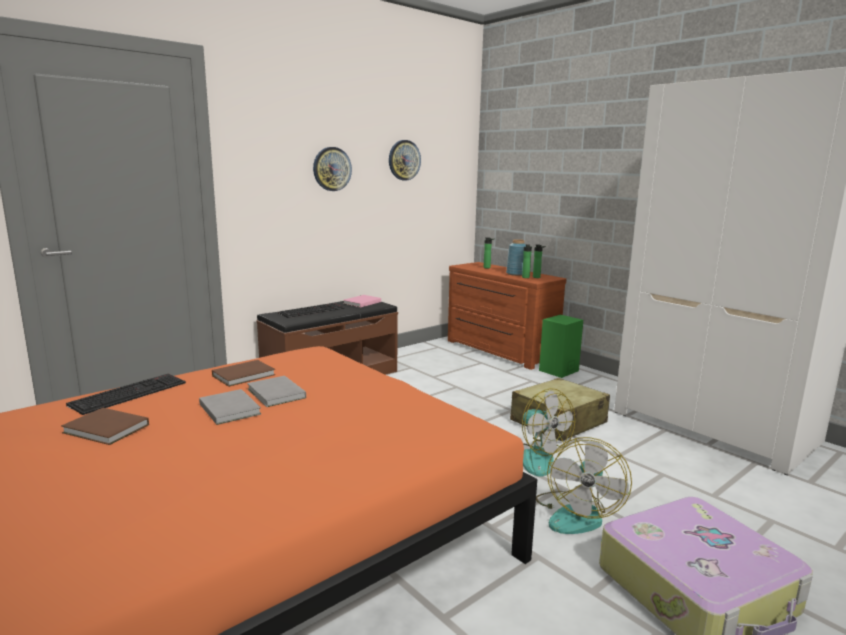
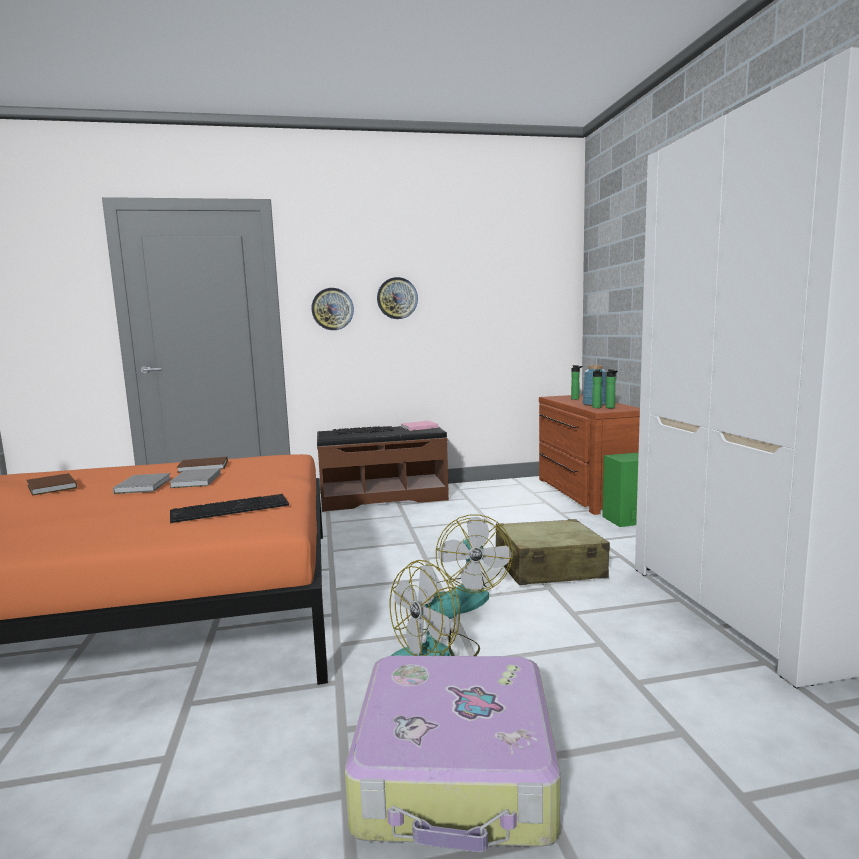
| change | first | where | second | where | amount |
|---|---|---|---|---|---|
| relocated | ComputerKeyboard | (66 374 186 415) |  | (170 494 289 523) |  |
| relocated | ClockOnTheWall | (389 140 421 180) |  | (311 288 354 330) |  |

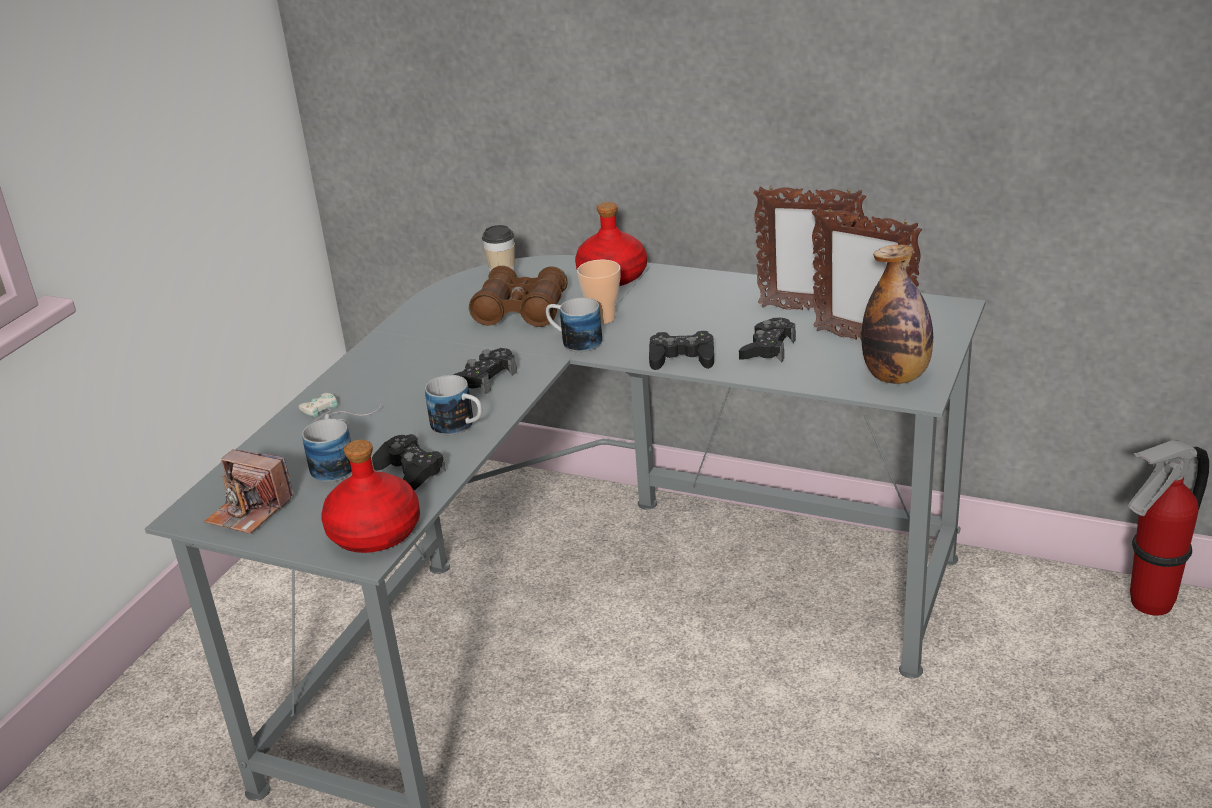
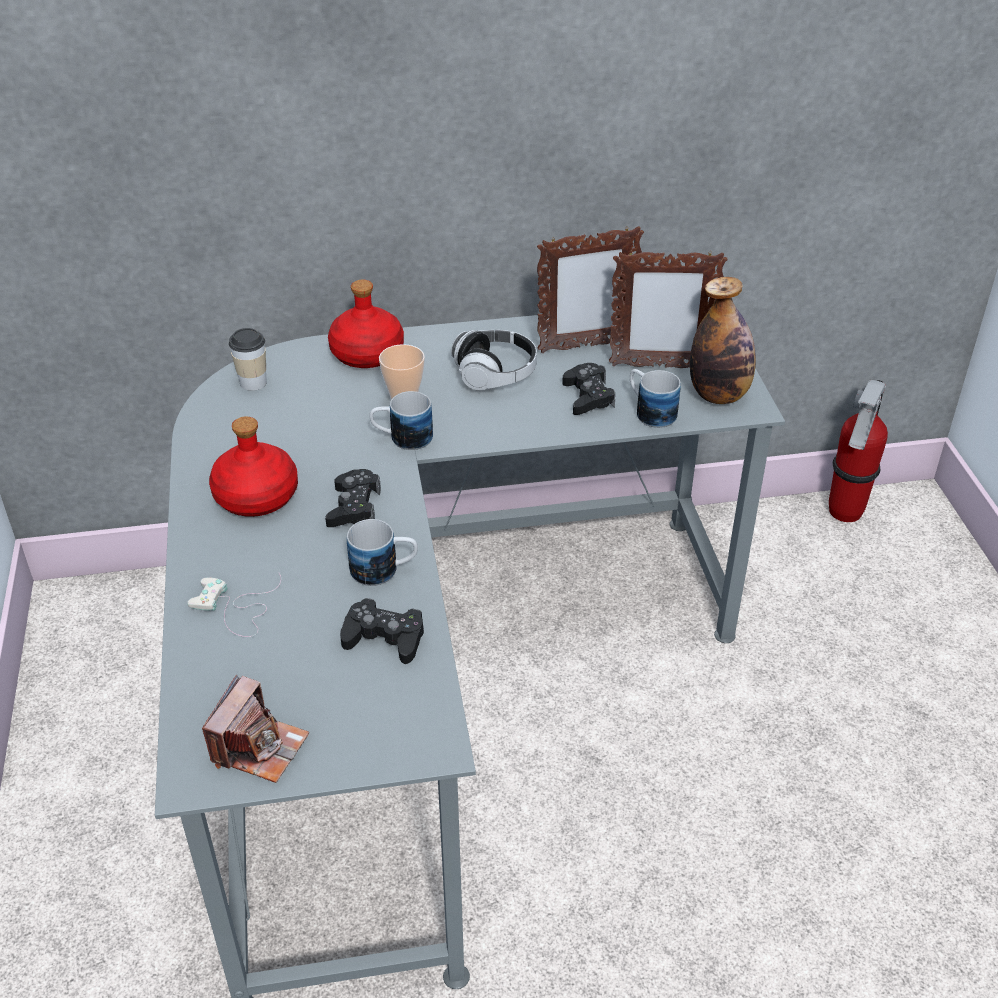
| change | first | where | second | where | amount |
|---|---|---|---|---|---|
| spun | PhotoCamera | (204 450 294 534) |  | (202 675 309 783) | 60 degrees counterclockwise |
| relocated | CoffeeMug | (302 414 352 482) |  | (630 369 681 428) |  |
| relocated | ReddishDrinkBottle | (321 440 420 553) |  | (209 417 298 517) |  |
| missing | BrownishBinoculars | (469 266 568 327) |  |  |  |
| missing | BlackGamepad | (649 331 714 370) |  |  |  |
| appeared |  |  | Headphones | (451 330 537 390) |  |

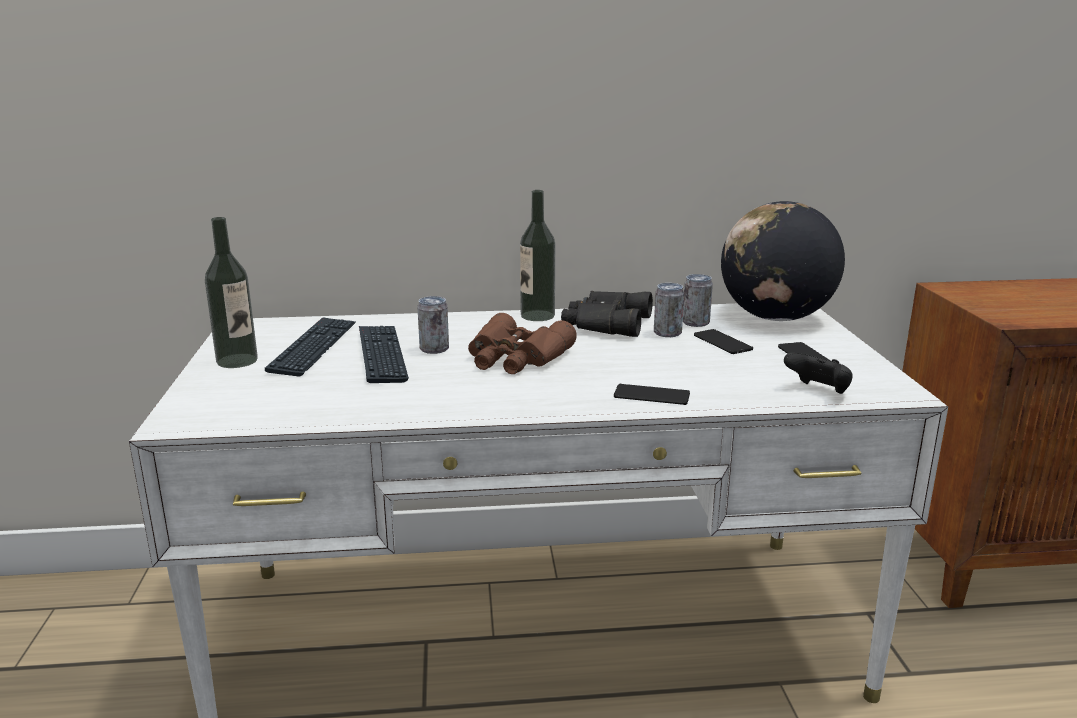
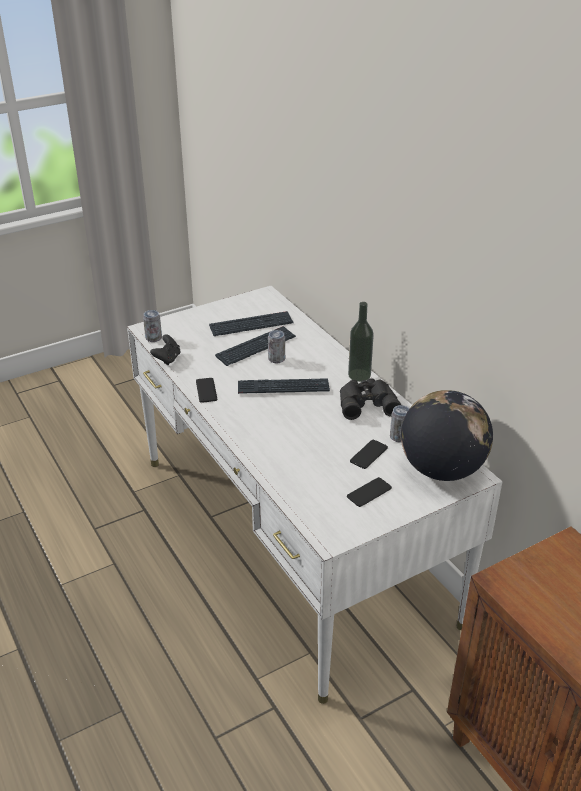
| change | first | where | second | where | amount |
|---|---|---|---|---|---|
| missing | DrinkBottle | (205 217 258 368) |  |  |  |
| exchanged | BrownishBinoculars | (468 313 576 374) | ComputerKeyboard | (238 378 330 394) |  |
| relocated | Telephone | (614 384 690 405) |  | (196 378 217 403) |  |
| relocated | SealedCan | (654 283 684 337) |  | (143 310 162 342) |  |
| relocated | BlackGamepad | (784 353 853 394) |  | (150 334 181 365) |  |

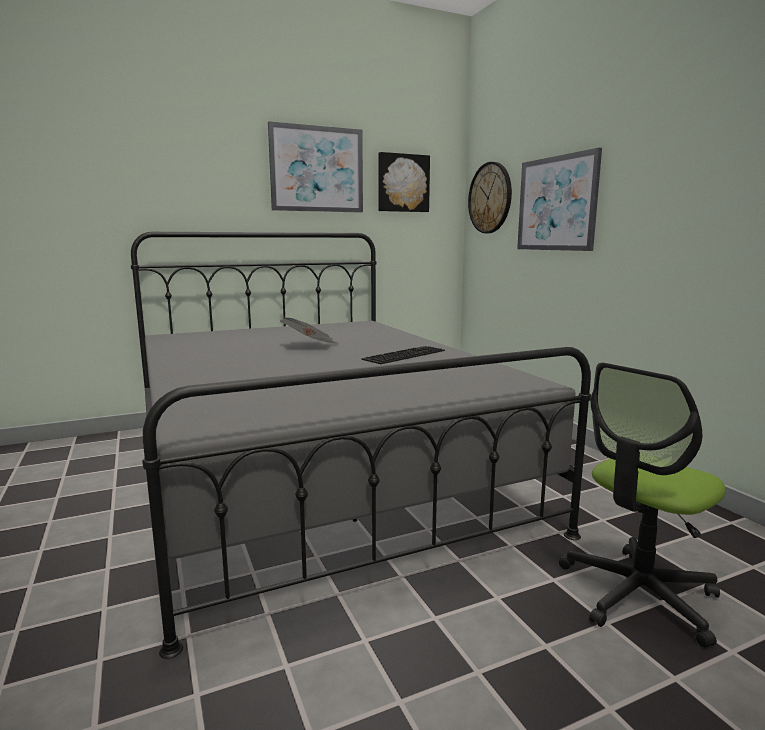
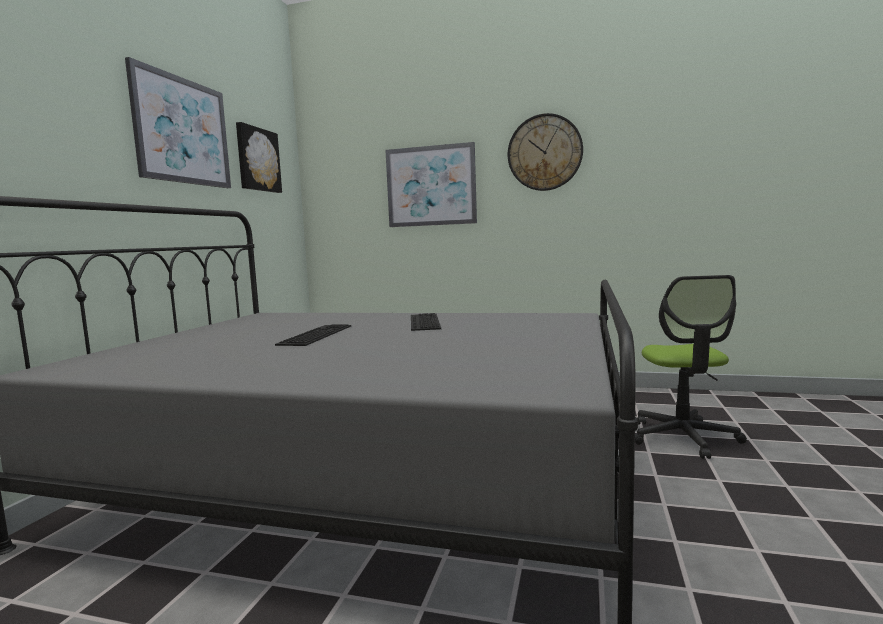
| change | first | where | second | where | amount |
|---|---|---|---|---|---|
| exchanged | DailyPaper | (280 318 338 344) | ComputerKeyboard | (275 324 351 346) |  |
| relocated | ClockOnTheWall | (468 162 512 233) |  | (508 113 583 191) |  |

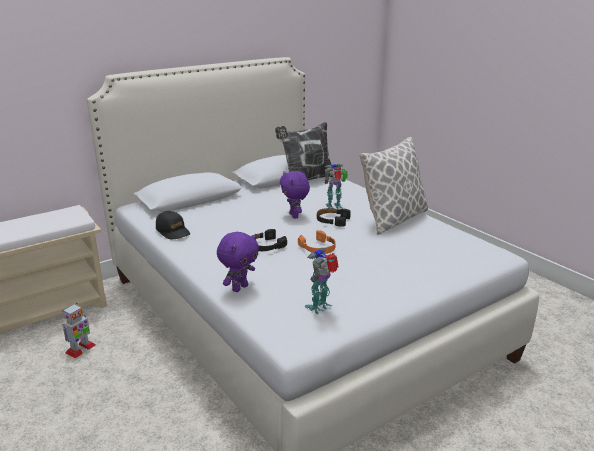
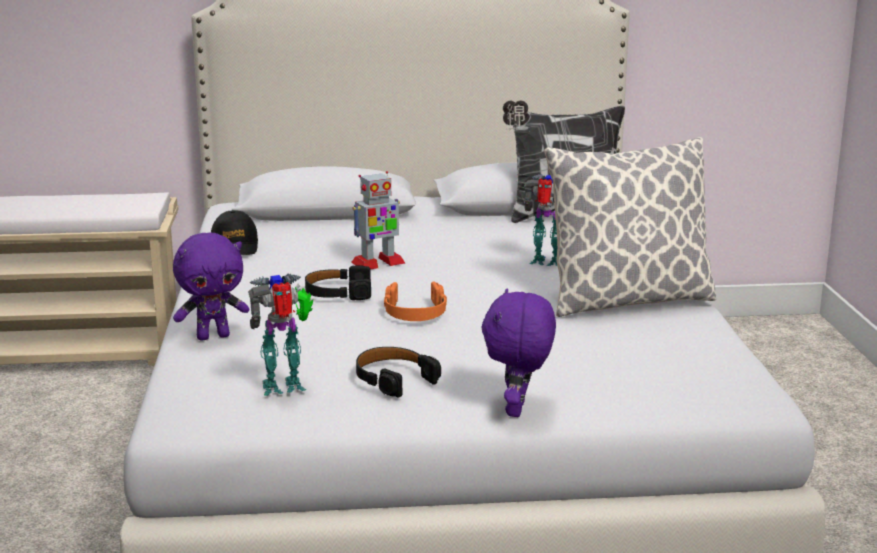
| change | first | where | second | where | amount |
|---|---|---|---|---|---|
| relocated | RobotFigure | (62 303 95 358) |  | (351 171 405 269) |  |
| relocated | PurpleSoftToy | (280 171 310 219) |  | (482 289 556 417) |  |
| relocated | BlackHeadphones | (317 208 351 227) |  | (356 347 441 397) |  |

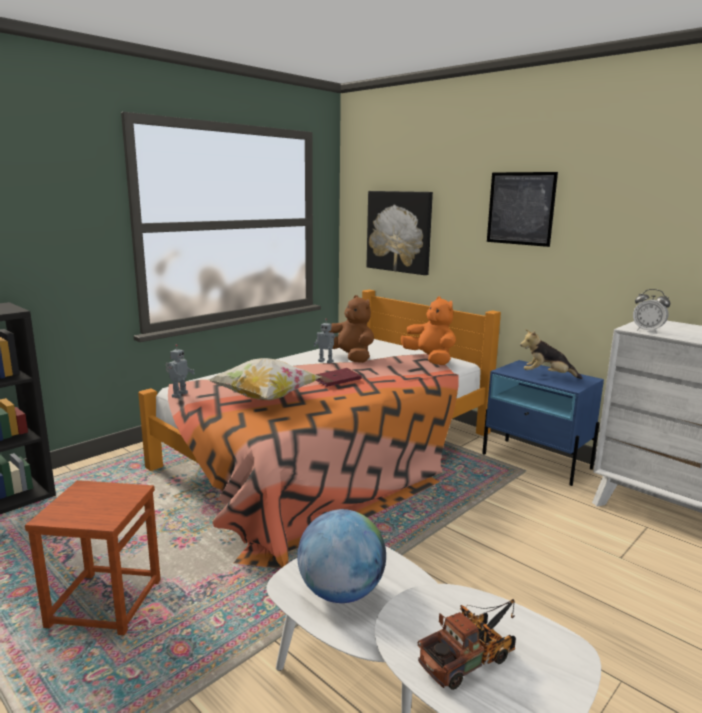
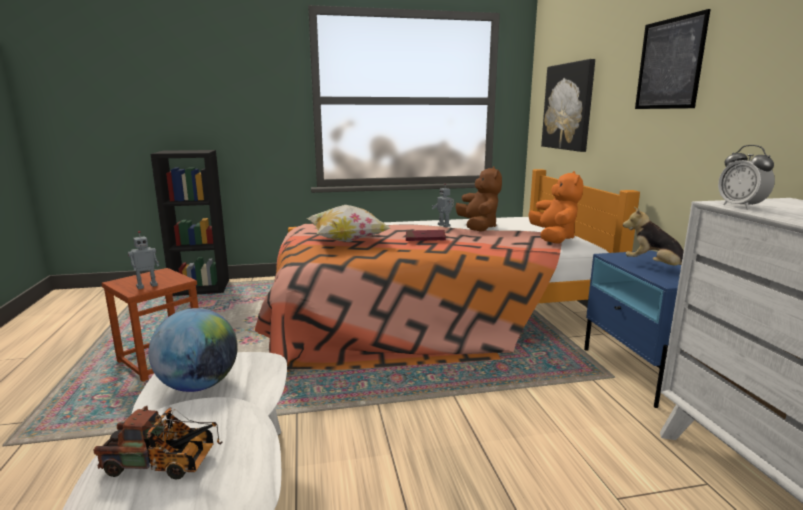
| change | first | where | second | where | amount |
|---|---|---|---|---|---|
| relocated | RobotFigure | (166 344 195 398) |  | (128 231 159 289) |  |

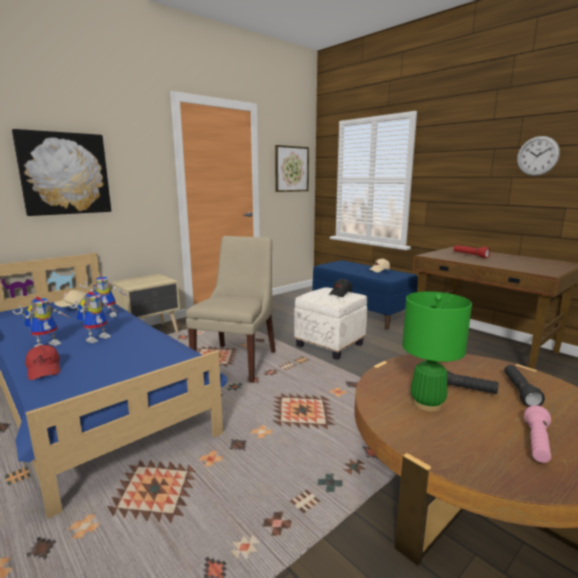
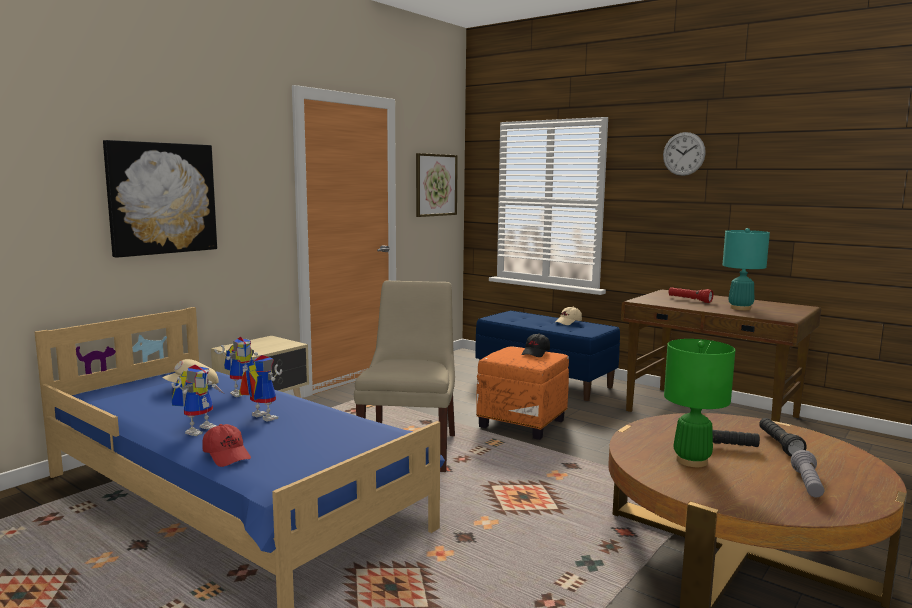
| change | first | where | second | where | amount |
|---|---|---|---|---|---|
| spun | RobotFigure | (69 291 119 343) |  | (239 355 282 422) | 75 degrees counterclockwise |
| colour | WhitishOttoman | (294 287 367 360) | OrangeOttoman | (476 346 569 440) |  |
| relocated | ClockOnTheWall | (517 136 560 176) |  | (663 132 706 176) |  |
| colour | PinkColouredHandTorch | (524 405 551 463) | GreyHandTorch | (791 450 824 497) |  |
| appeared |  |  | TurquoiseColouredLampForATable | (723 228 770 310) |  |

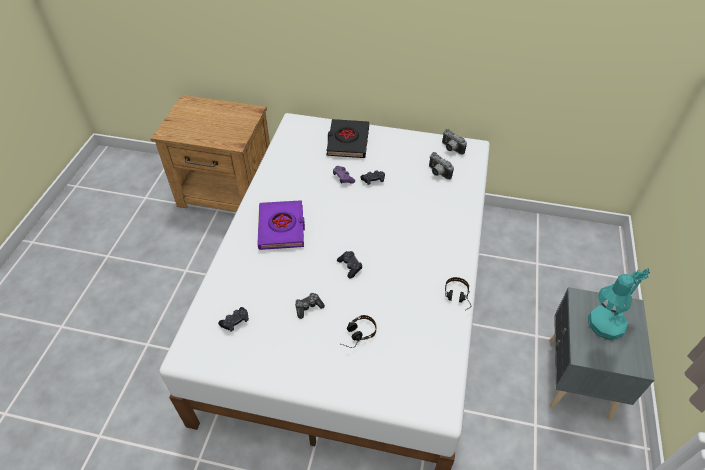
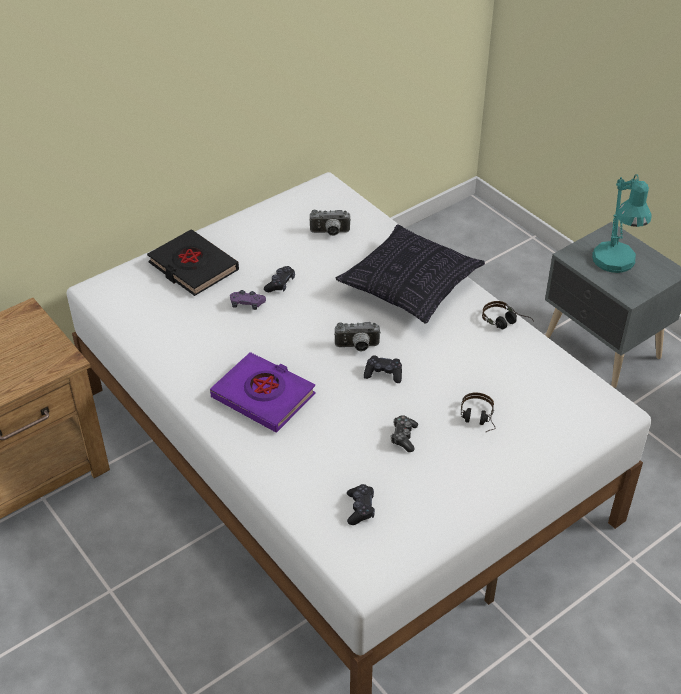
| change | first | where | second | where | amount |
|---|---|---|---|---|---|
| relocated | PhotoCamera | (442 129 467 155) |  | (334 322 381 352) |  |
| appeared |  |  | ThrowPillow | (335 224 485 324) |  |

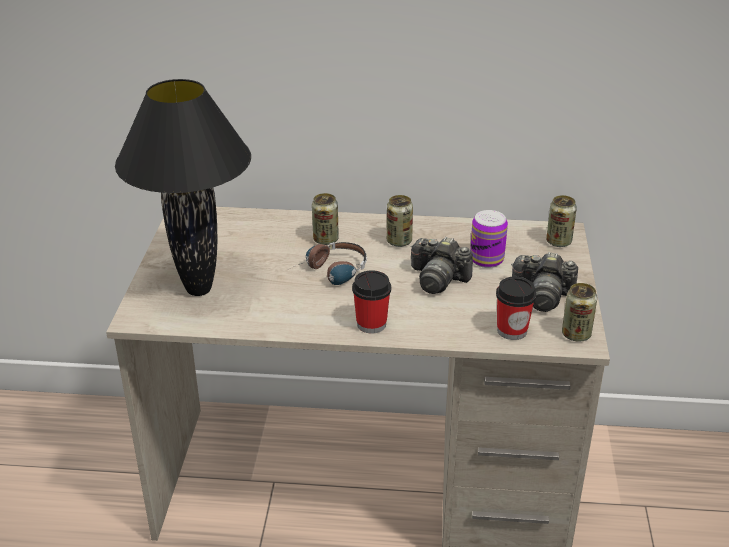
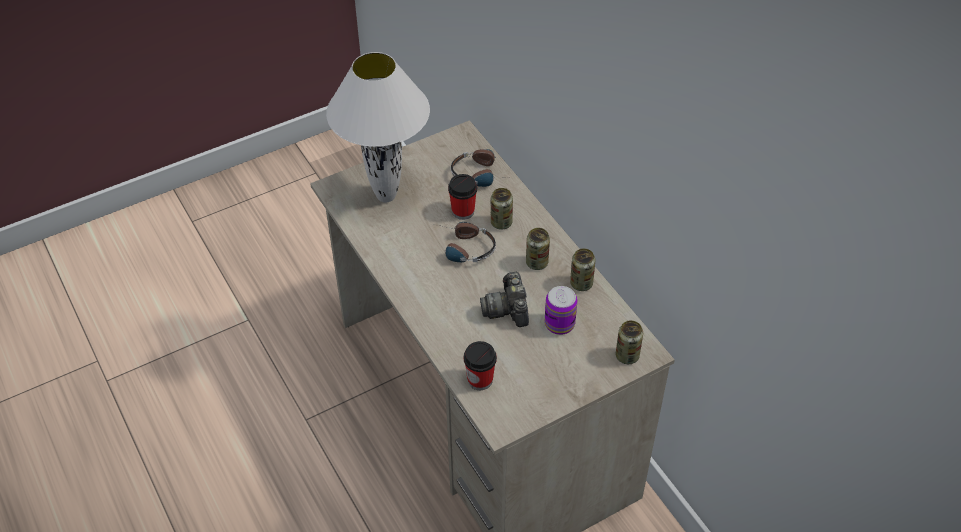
| change | first | where | second | where | amount |
|---|---|---|---|---|---|
| colour | BlackLampForATable | (115 79 251 296) | WhitishLampForATable | (326 52 430 202) |  |
| relocated | Cup | (352 270 391 334) |  | (448 174 477 220) |  |
| missing | PhotoCamera | (511 252 578 312) |  |  |  |
| relocated | SealedCan | (562 283 597 342) |  | (570 249 596 291) |  |
| appeared |  |  | Headphones | (451 149 513 187) |  |

